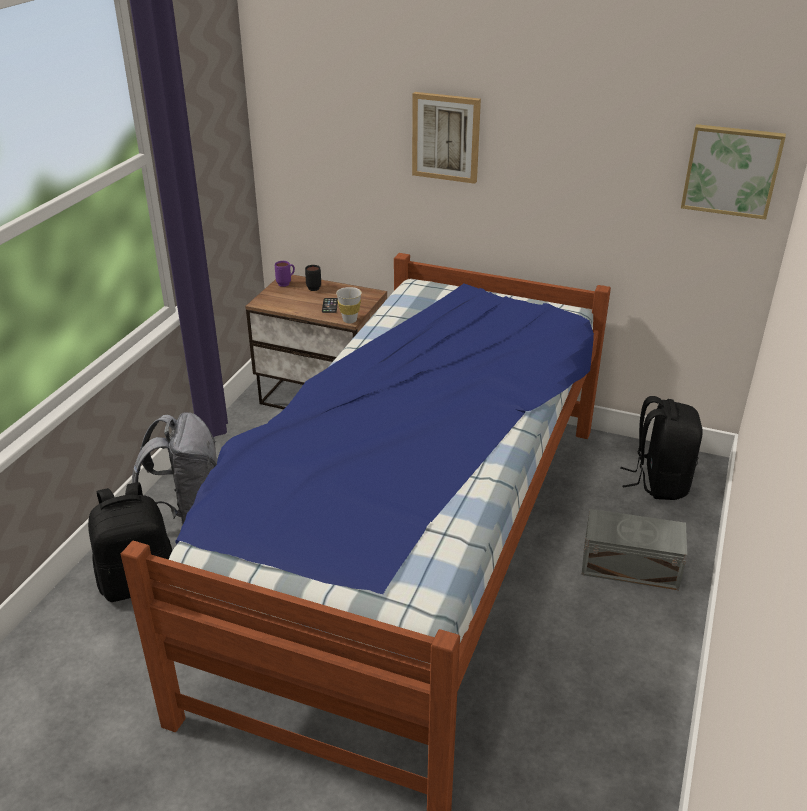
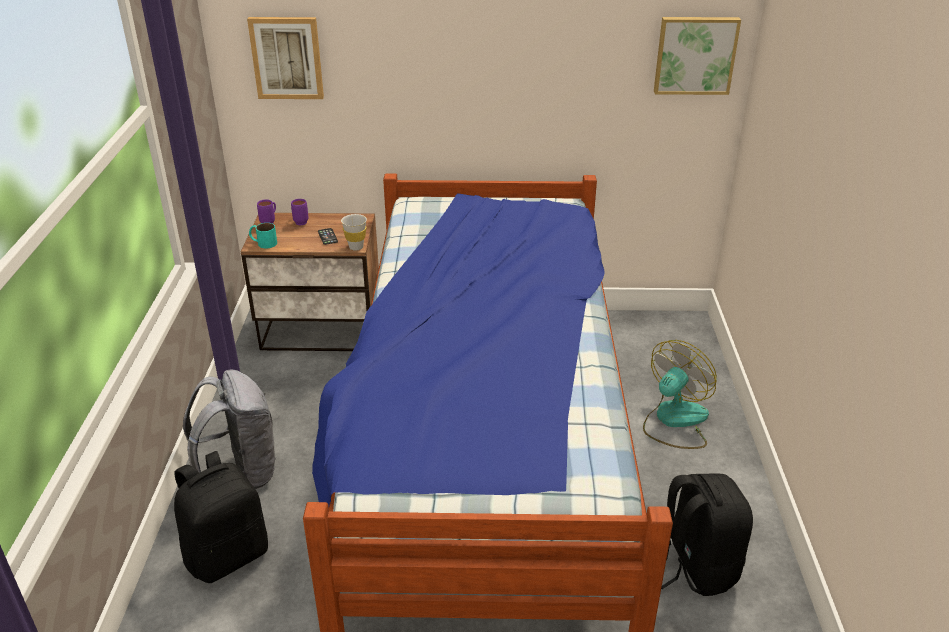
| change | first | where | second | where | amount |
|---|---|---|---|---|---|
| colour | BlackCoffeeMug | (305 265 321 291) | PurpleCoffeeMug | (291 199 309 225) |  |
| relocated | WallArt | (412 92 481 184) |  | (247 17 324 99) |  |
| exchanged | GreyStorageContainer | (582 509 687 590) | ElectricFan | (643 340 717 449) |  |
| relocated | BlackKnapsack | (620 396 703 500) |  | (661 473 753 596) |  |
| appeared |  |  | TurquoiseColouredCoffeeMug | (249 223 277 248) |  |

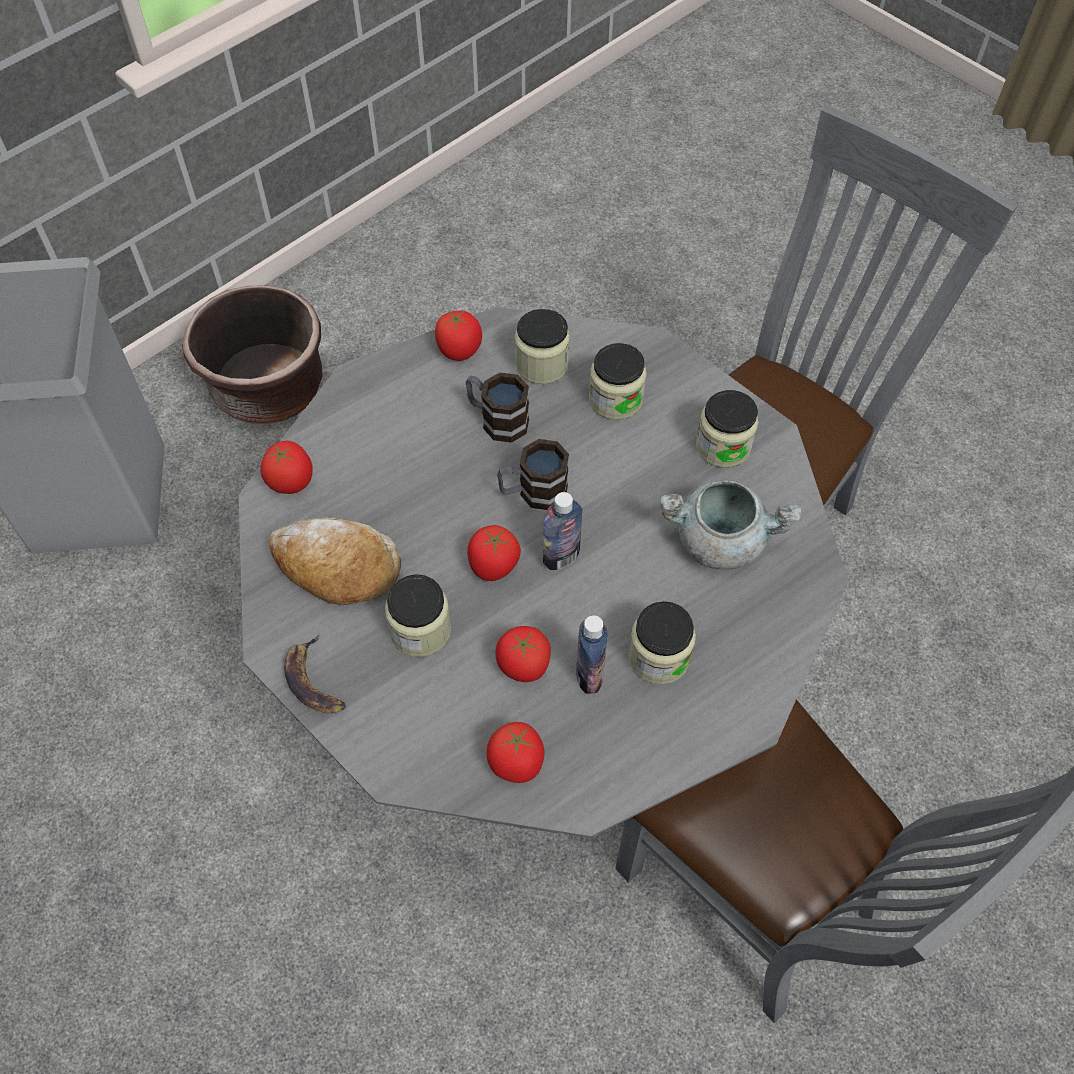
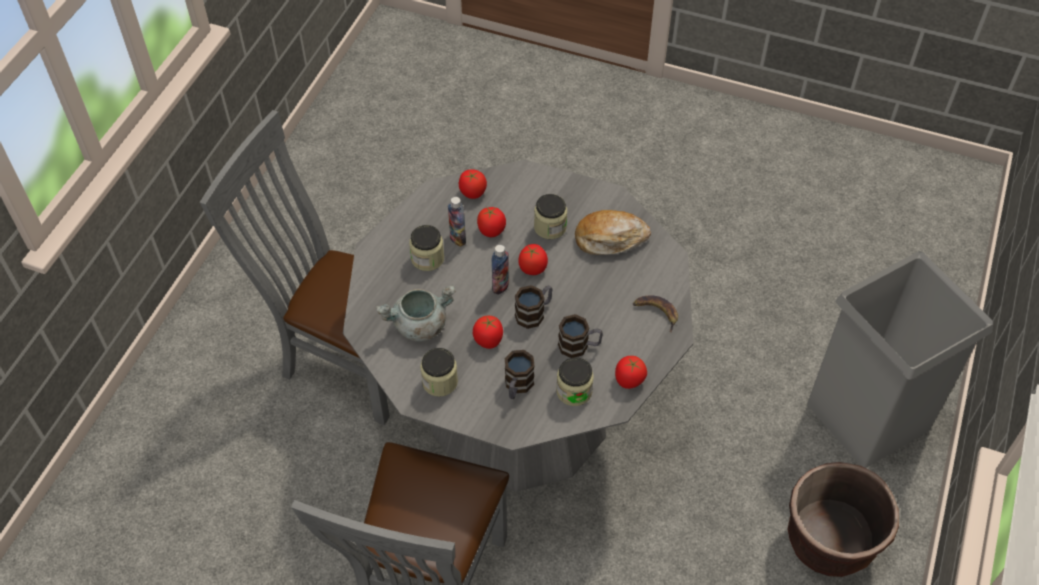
| change | first | where | second | where | amount |
|---|---|---|---|---|---|
| relocated | FreshTomato | (260 441 313 494) |  | (473 316 503 349) |  |
| relocated | Banana | (284 635 346 713) |  | (633 295 678 333) |  |
| exchanged | Jar | (589 343 647 420) | CoffeeMug | (505 350 535 399) |  |

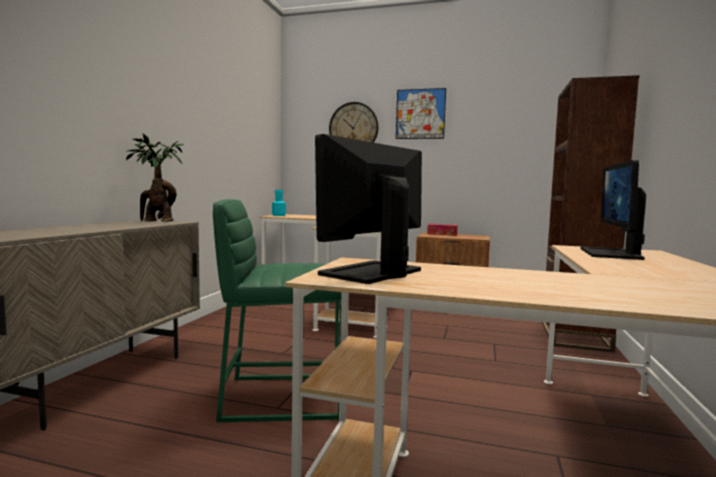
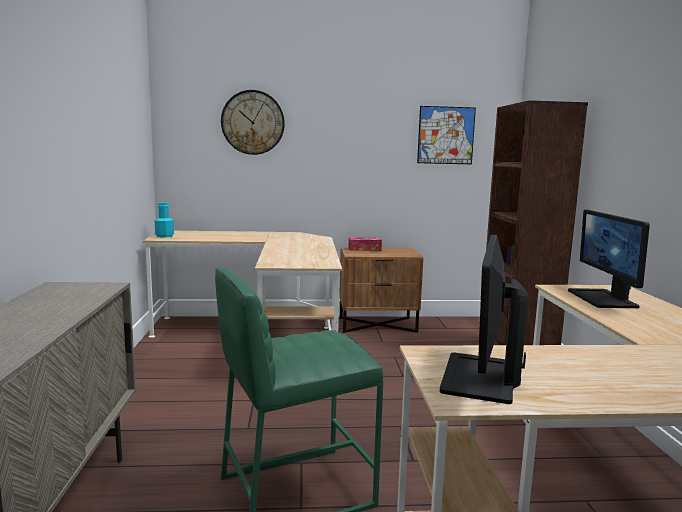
| change | first | where | second | where | amount |
|---|---|---|---|---|---|
| missing | PottedPlant | (126 134 184 222) |  |  |  |
| relocated | WallArt | (396 88 446 139) |  | (417 106 476 164) |  |

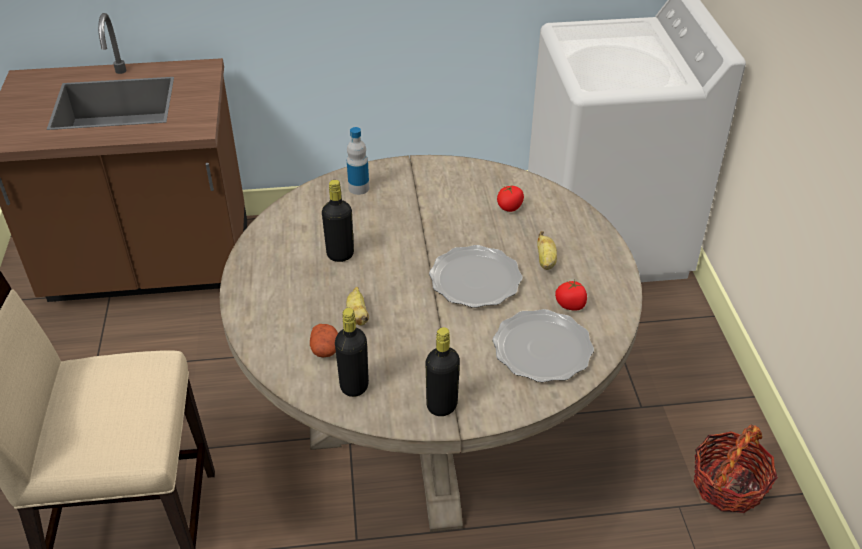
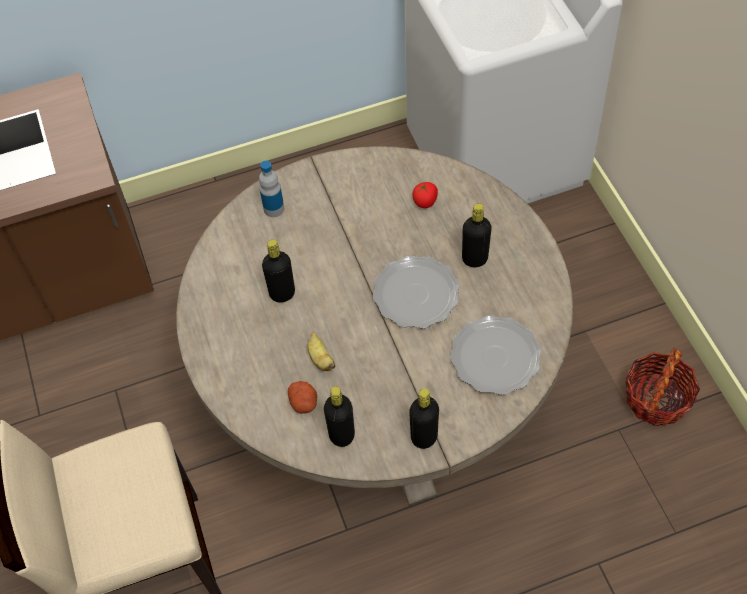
| change | first | where | second | where | amount |
|---|---|---|---|---|---|
| exchanged | Banana | (537 231 557 270) | BlackDrinkBottle | (462 203 492 267) |  |
| missing | FreshTomato | (555 280 587 311) |  |  |  |

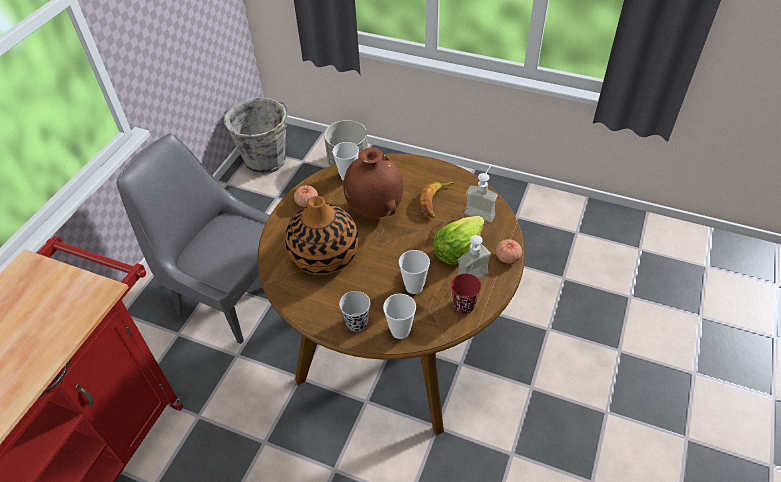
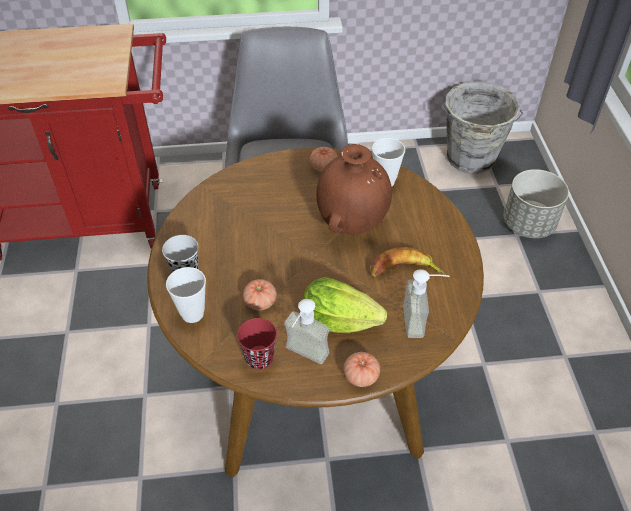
| change | first | where | second | where | amount |
|---|---|---|---|---|---|
| missing | DecorativeVase | (285 196 359 275) |  |  |  |
| exchanged | Cup | (399 250 430 294) | FreshTomato | (243 279 277 310) |  |

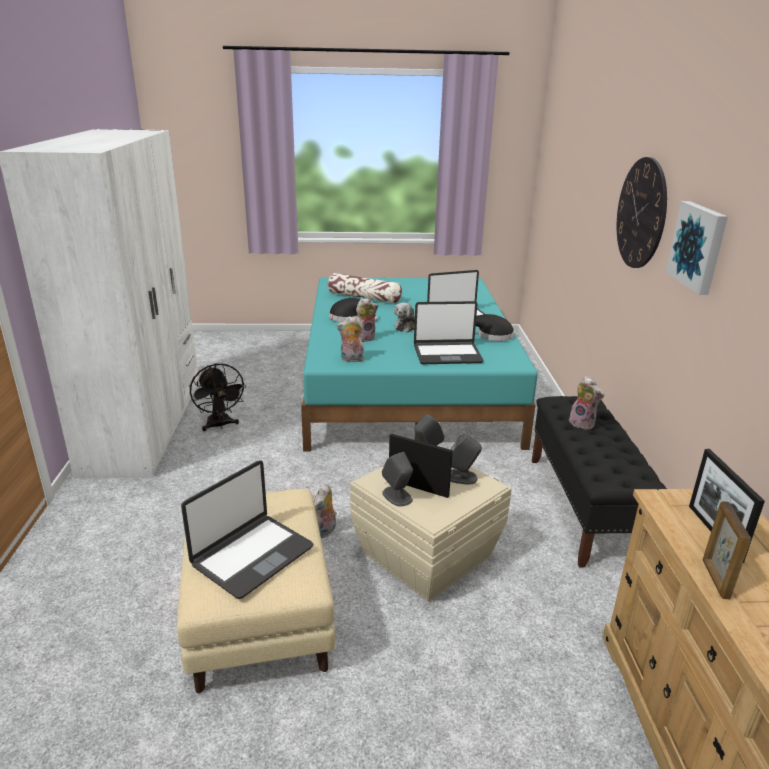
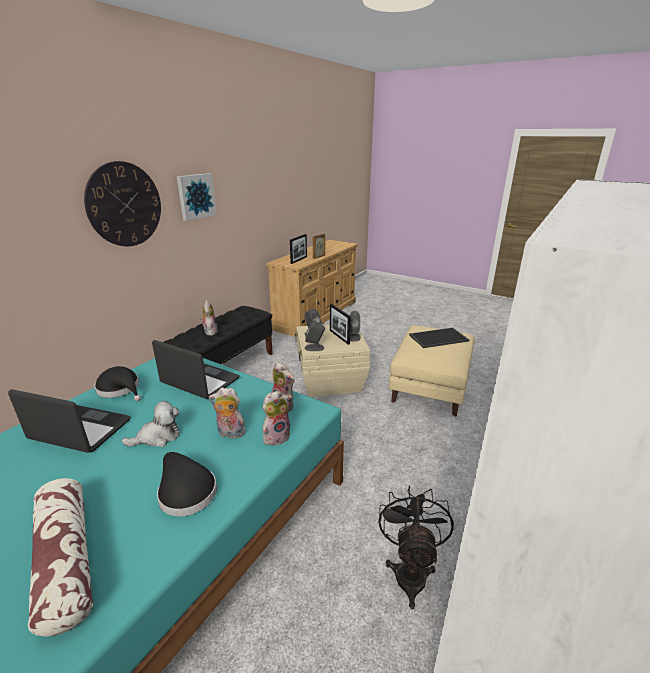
| change | first | where | second | where | amount |
|---|---|---|---|---|---|
| exchanged | NotebookComputer | (181 460 313 599) | Tray | (409 328 470 348) |  |
| relocated | SoftToy | (314 484 337 538) |  | (262 391 293 445) |  |

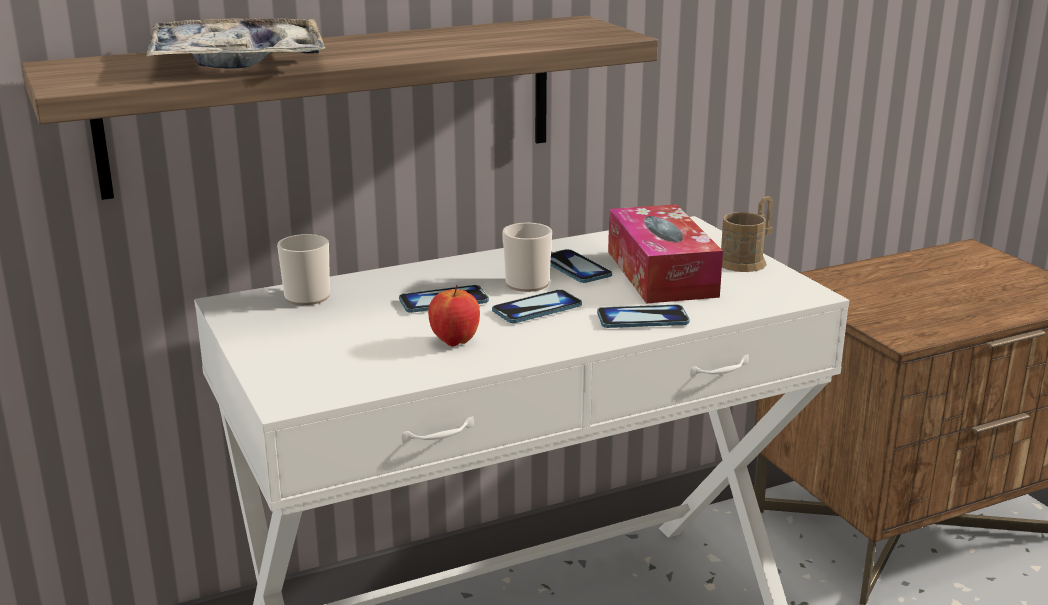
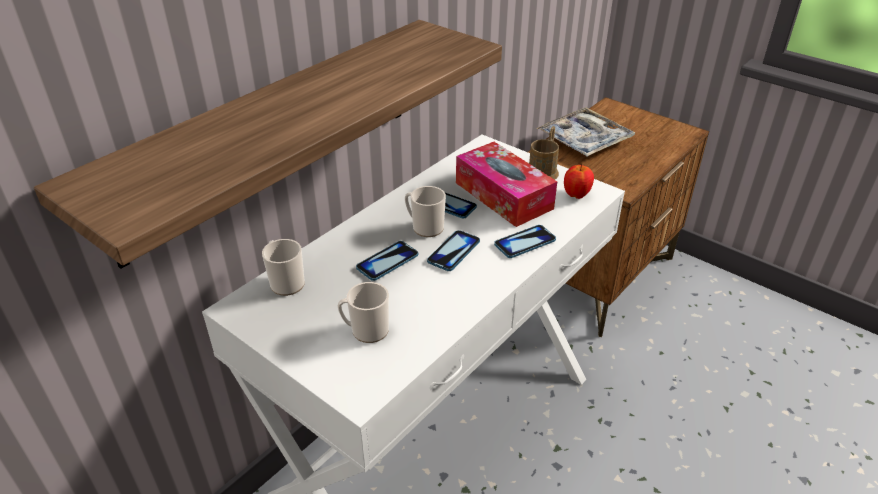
| change | first | where | second | where | amount |
|---|---|---|---|---|---|
| relocated | Tray | (146 18 326 69) |  | (536 107 635 157) |  |
| relocated | WholeApple | (428 285 480 346) |  | (564 164 594 199) |  |
| appeared |  |  | CoffeeMug | (338 282 389 343) |  |

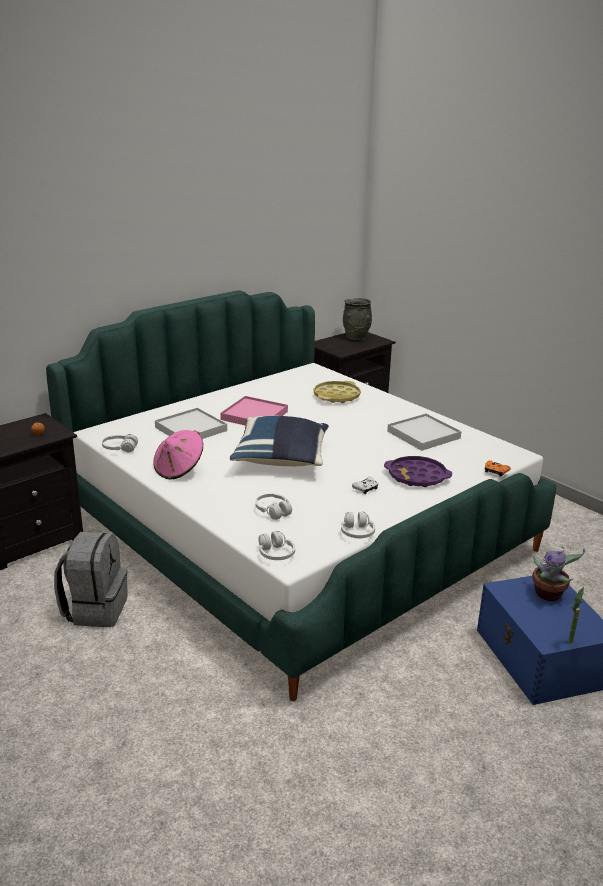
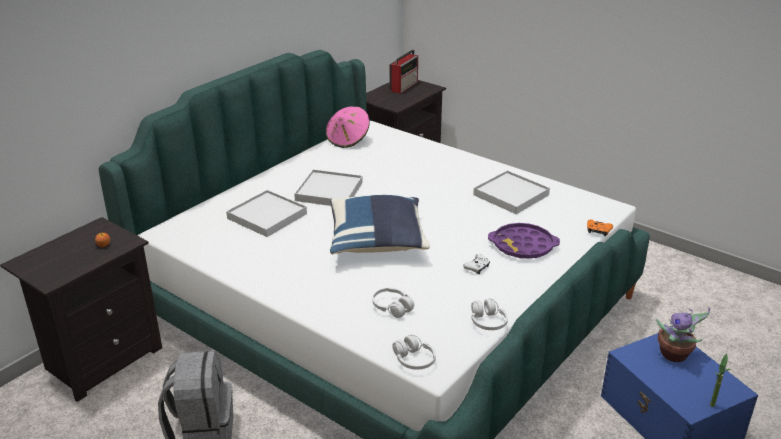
| change | first | where | second | where | amount |
|---|---|---|---|---|---|
| missing | WhitishHeadphones | (102 434 138 452) |  |  |  |
| relocated | PinkColouredClothingHat | (153 430 203 480) |  | (326 107 370 148) |  |
| colour | PinkColouredTray | (220 396 288 426) | WhitishTray | (294 169 363 206) |  |
| missing | YellowTray | (314 381 361 403) |  |  |  |
| exchanged | GreyDecorativeVase | (343 298 372 340) | RadioReceiver | (390 49 418 94) |  |

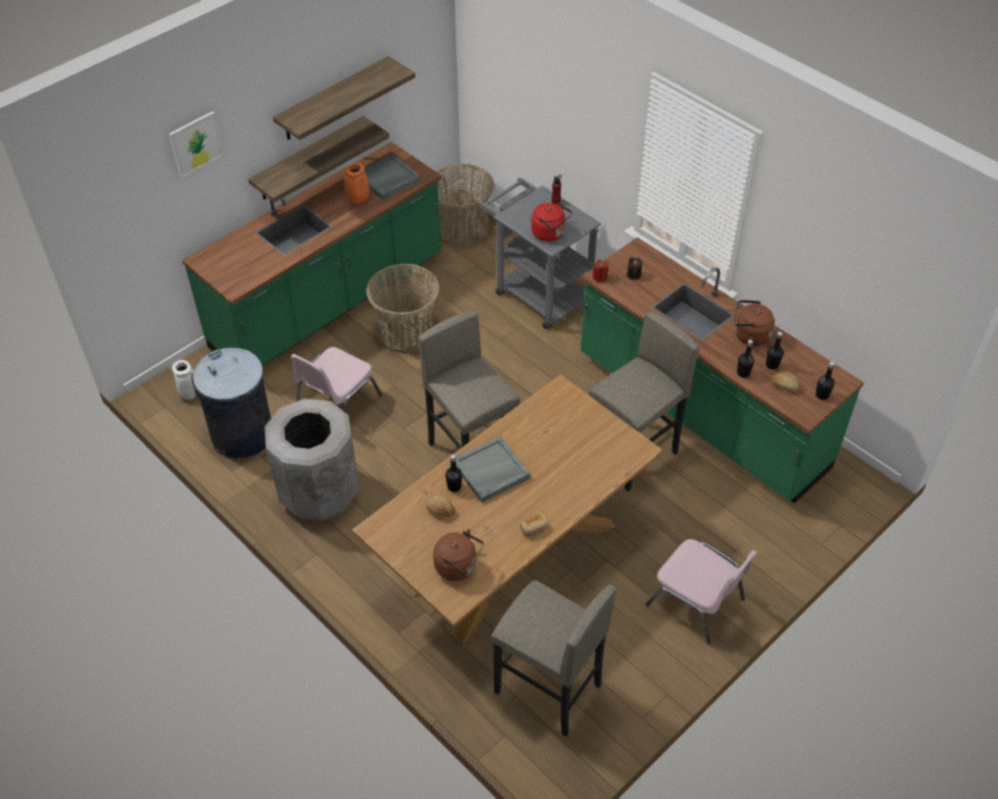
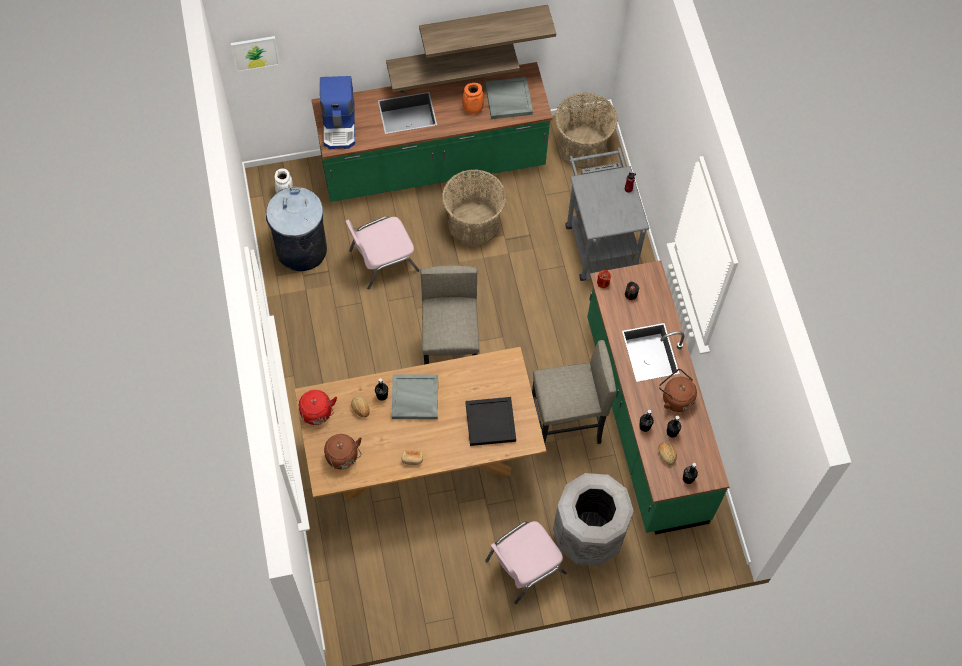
| change | first | where | second | where | amount |
|---|---|---|---|---|---|
| relocated | WallArt | (169 111 224 177) |  | (231 36 280 72) |  |
| relocated | GreyRubbishBin | (265 398 359 521) |  | (553 473 634 566) |  |
| missing | GreyStoolSeat | (491 580 617 736) |  |  |  |
| relocated | ReddishTeaKettle | (531 202 572 241) |  | (299 390 337 425) |  |
| spun | PinkColouredPlainChair | (645 539 757 644) |  | (485 521 566 604) | 75 degrees clockwise |
| appeared |  |  | CoffeeBrewer | (320 76 355 149) |  |
| appeared |  |  | BlackTray | (465 397 516 446) |  |

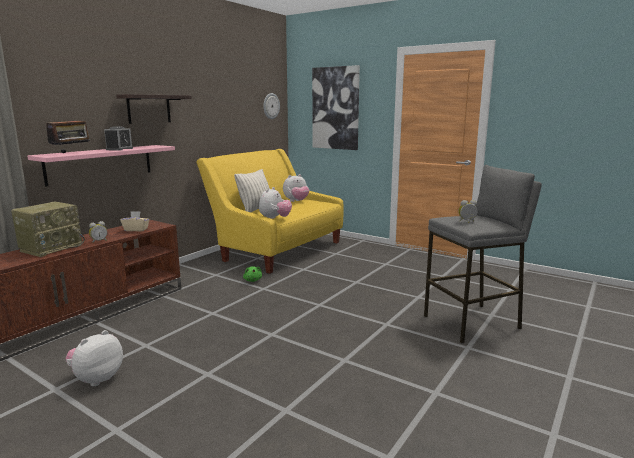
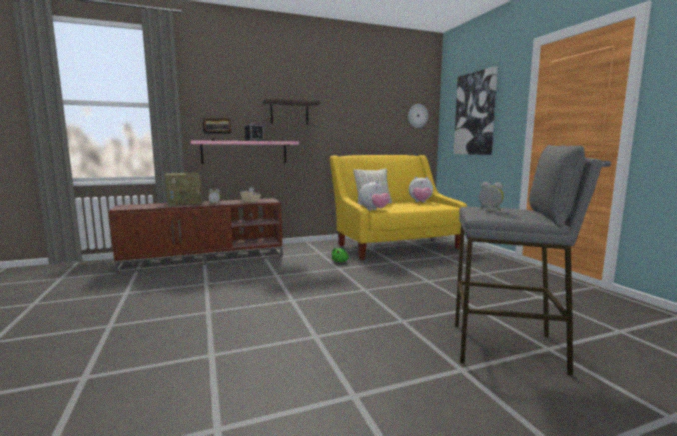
| change | first | where | second | where | amount |
|---|---|---|---|---|---|
| missing | SoftToy | (65 330 123 386) |  |  |  |

